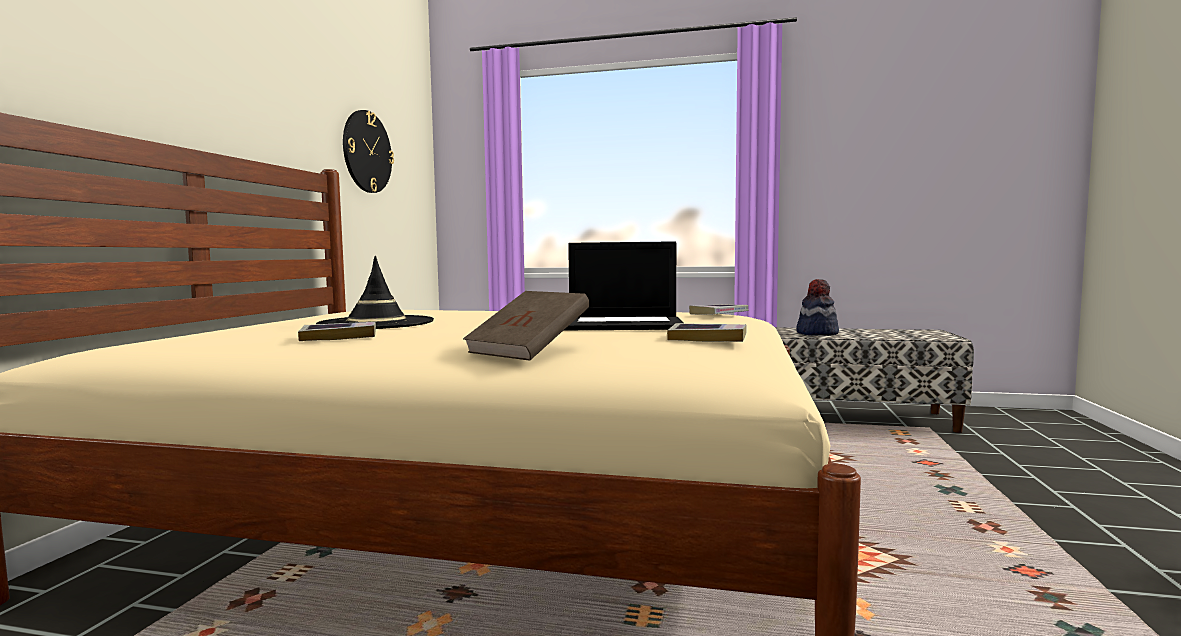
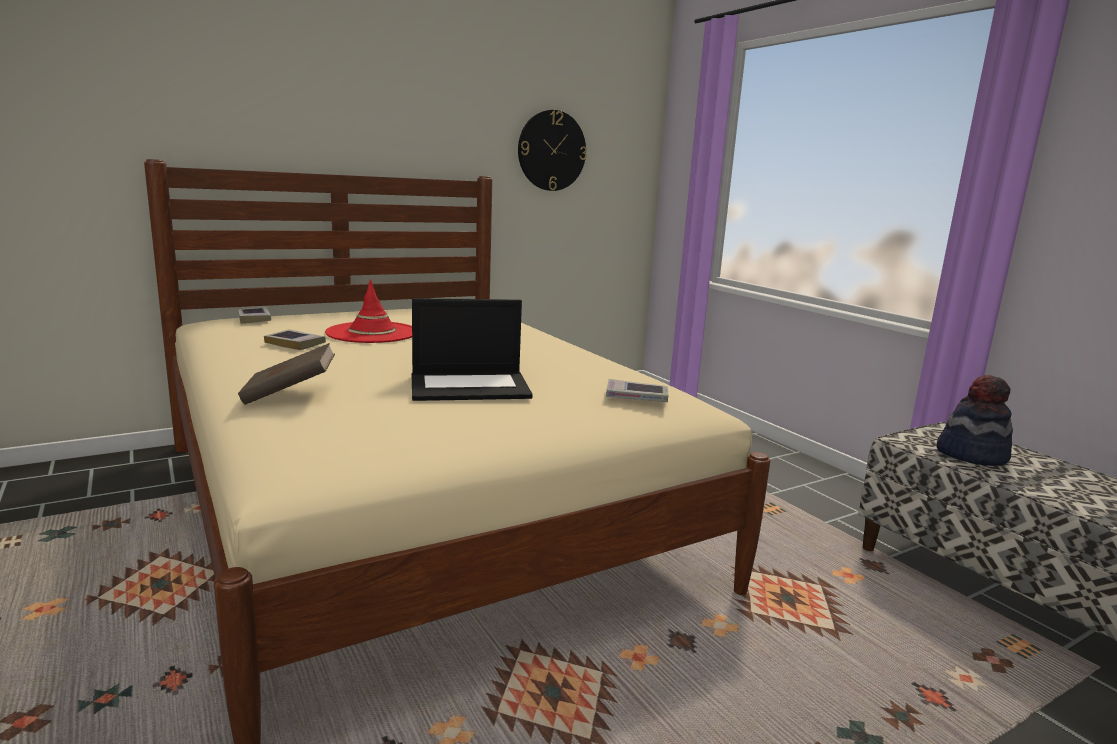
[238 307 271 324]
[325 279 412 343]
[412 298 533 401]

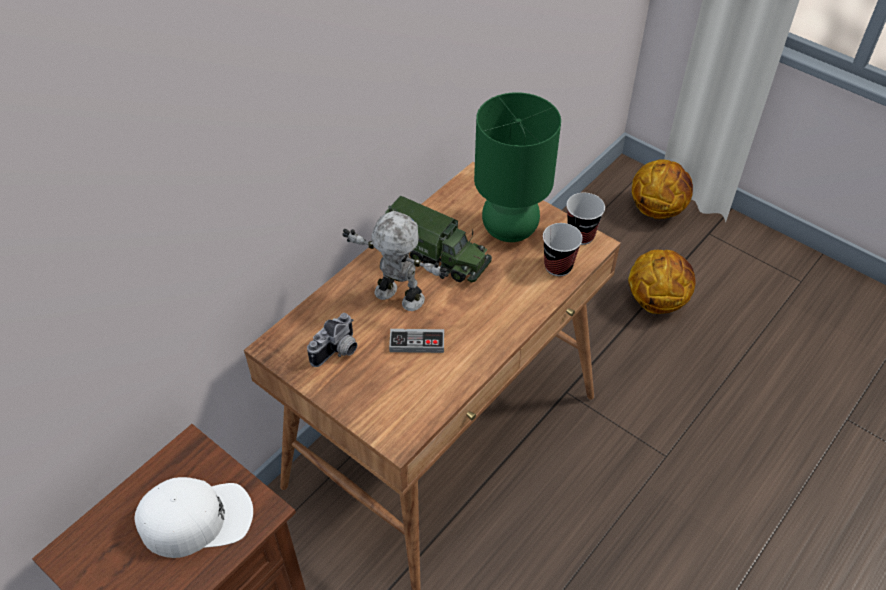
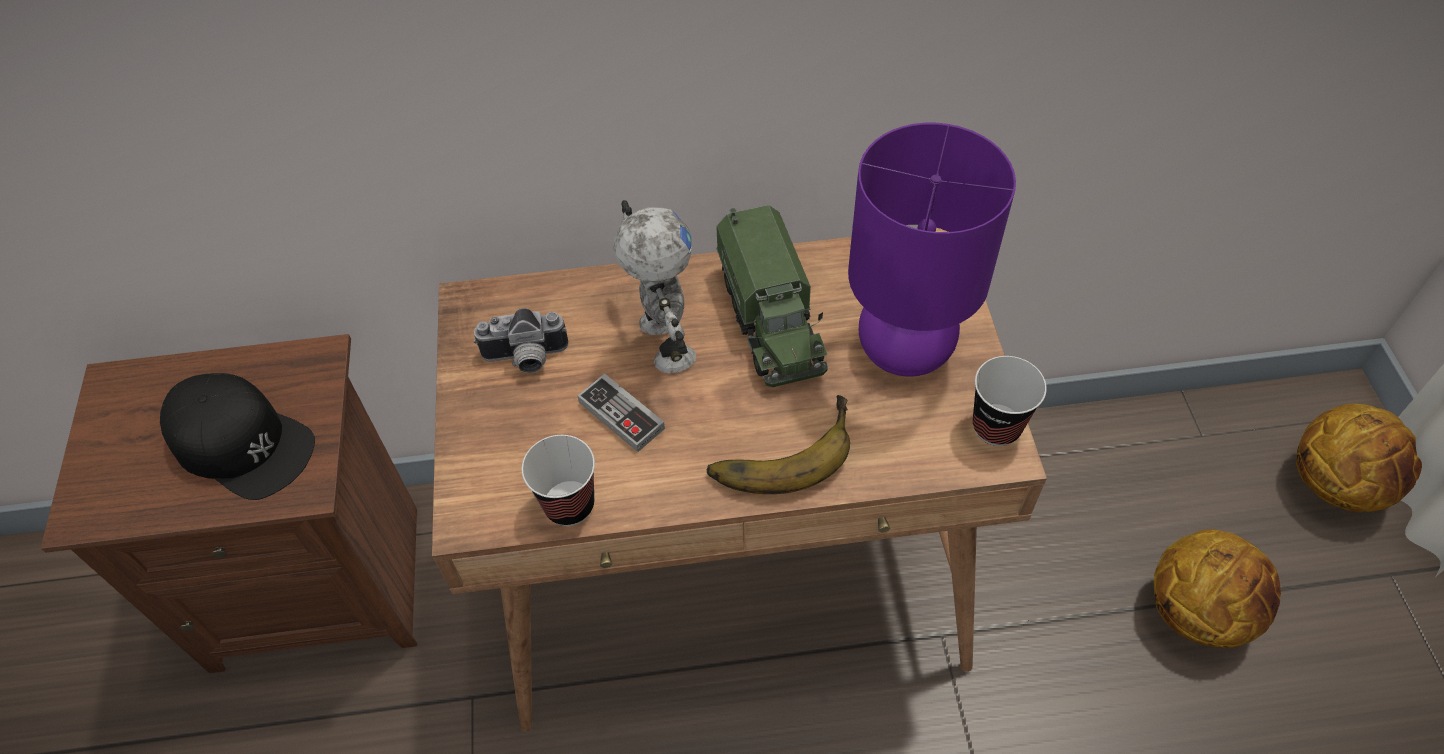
[707 395 850 494]
[521 435 595 526]
[160 373 315 500]
[848 123 1016 377]

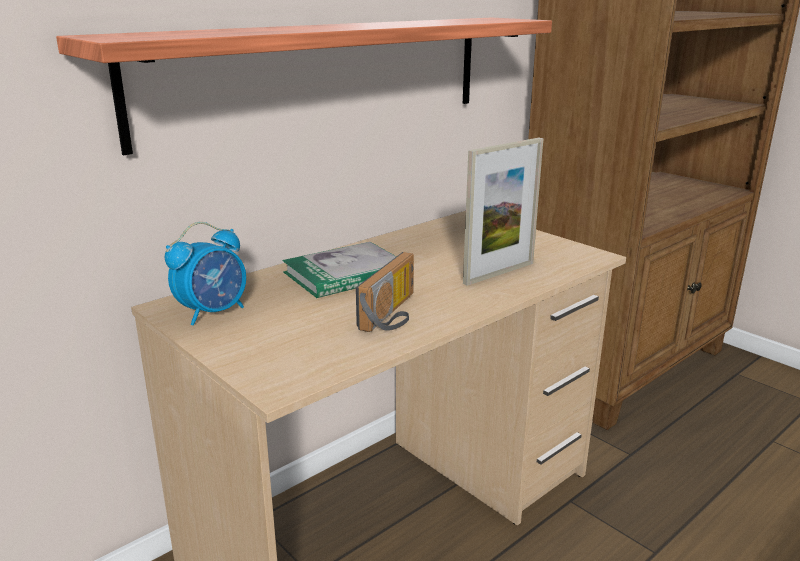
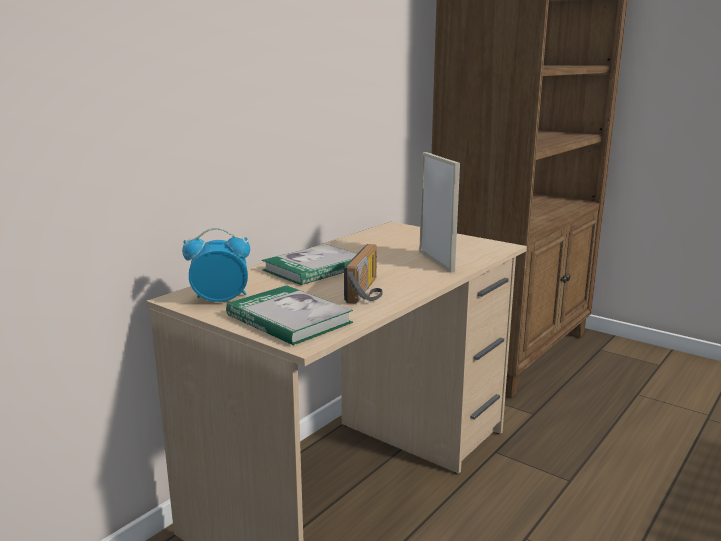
[56 18 552 155] (first image)
[226 285 353 346]
[182 227 250 302]
[419 152 460 273]

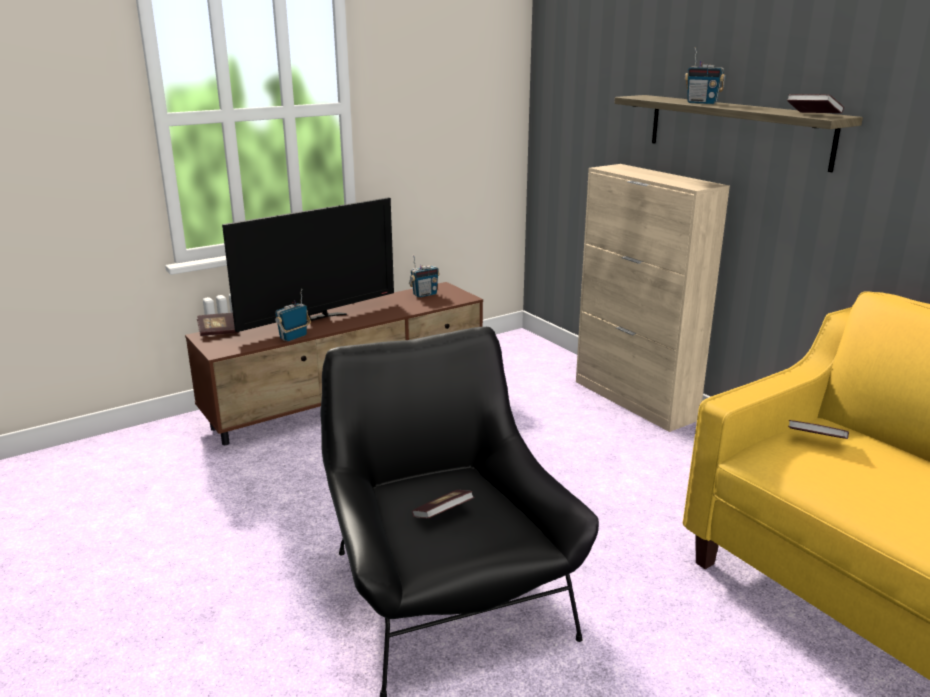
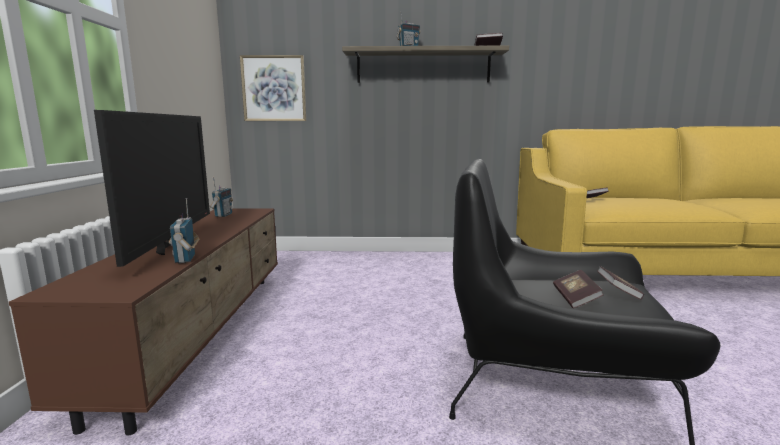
[576 164 730 432] (first image)
[240 55 306 121]
[597 266 644 300]

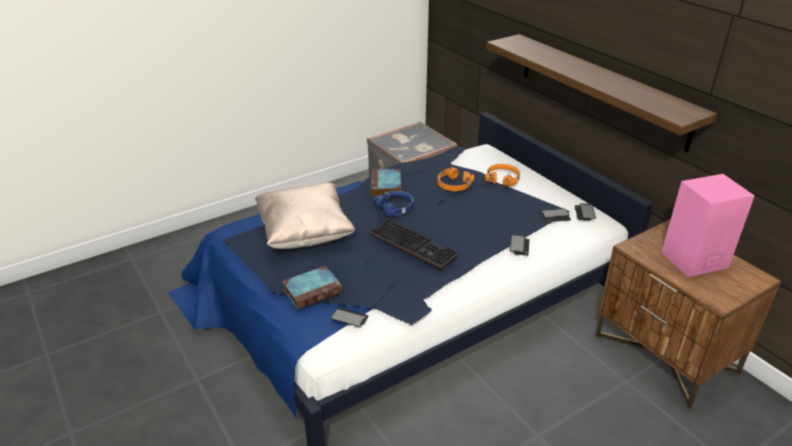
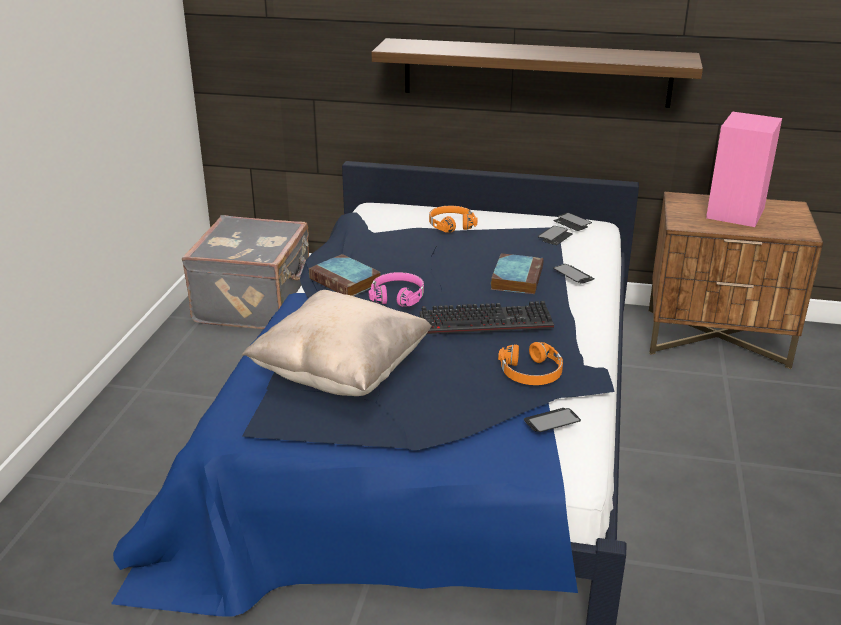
[491 253 544 294]
[498 342 563 385]
[369 272 424 307]

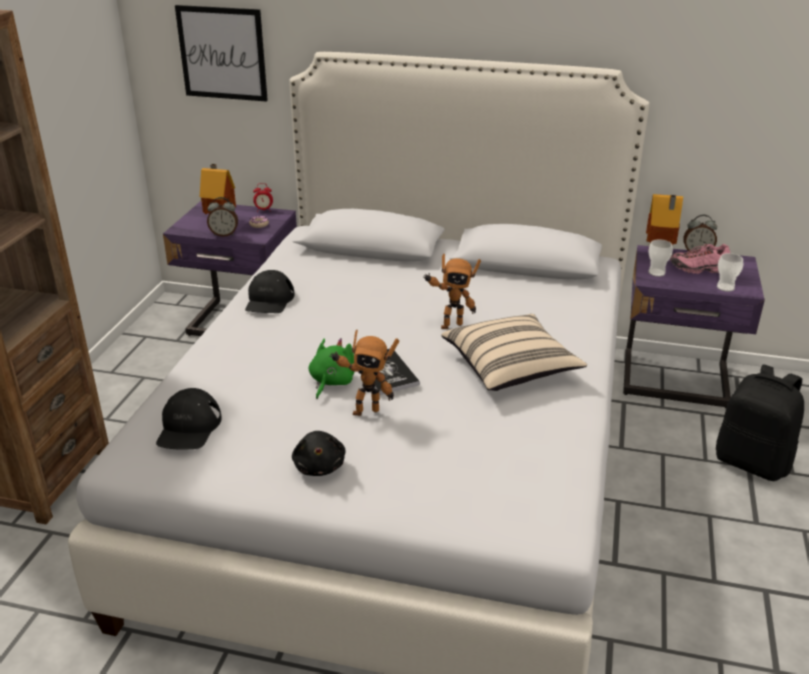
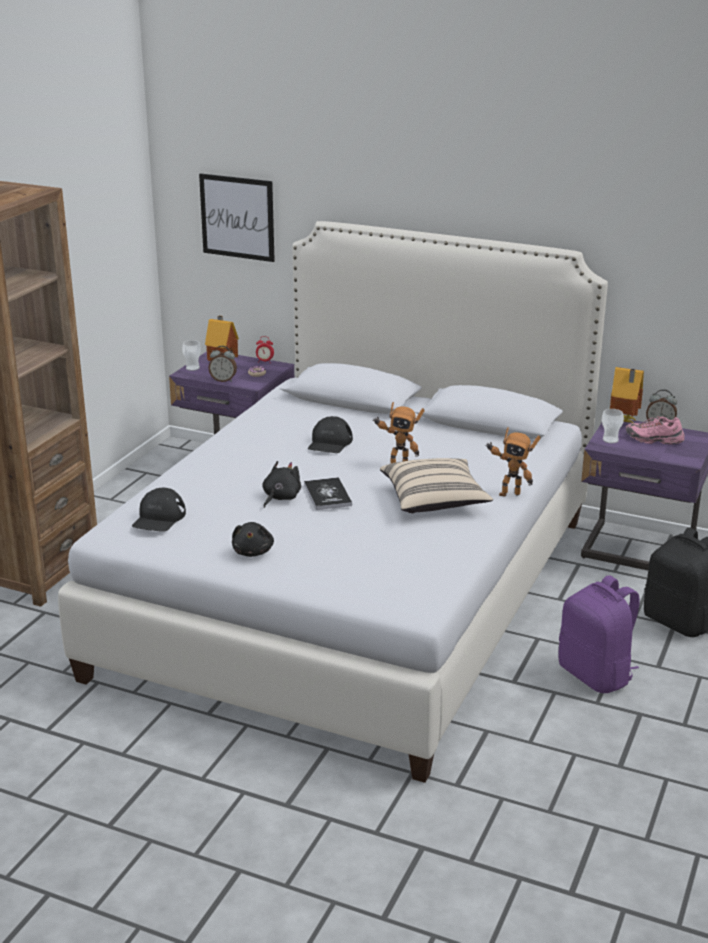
[558 575 640 693]
[308 416 353 453]
[485 427 541 497]
[182 340 201 371]
[262 461 301 508]

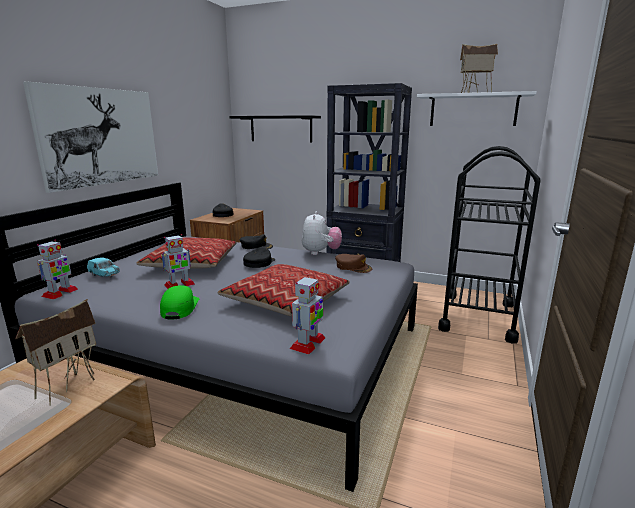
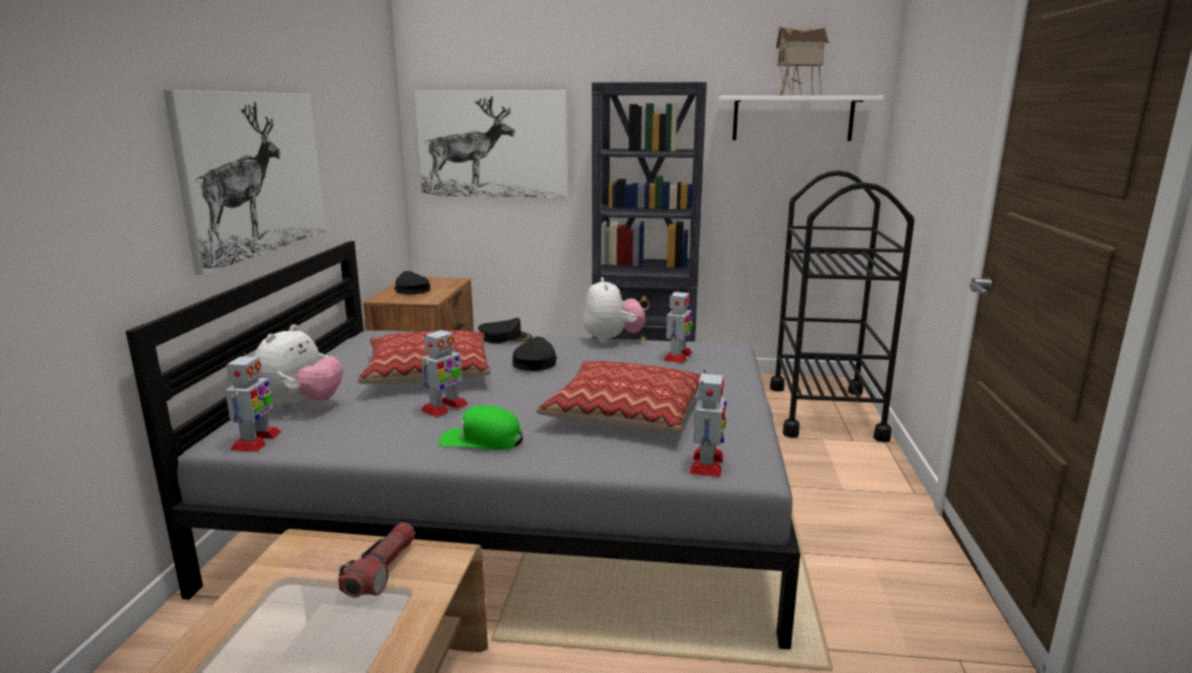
[338 522 416 598]
[254 324 343 410]
[414 90 568 198]
[663 289 693 363]
[439 406 523 450]

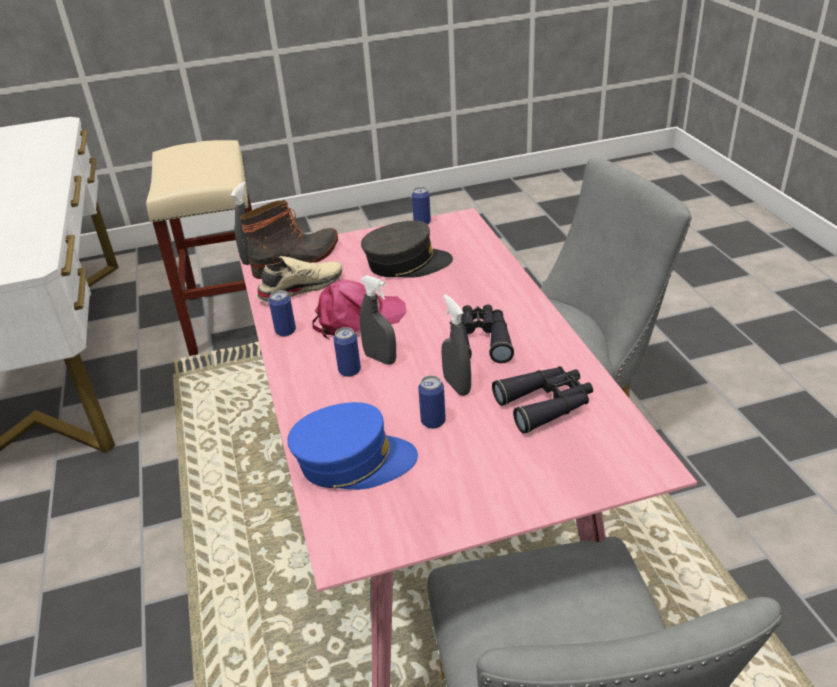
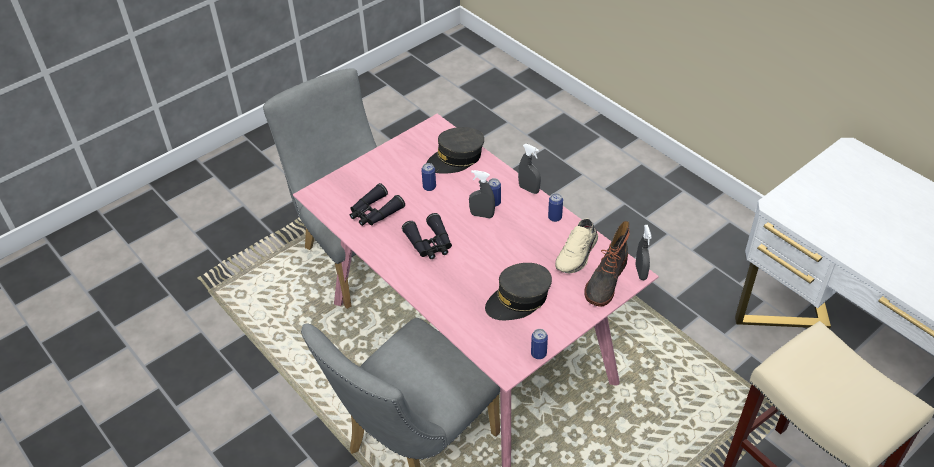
[312 279 406 339] (first image)
[518 144 541 194]
[426 127 484 174]

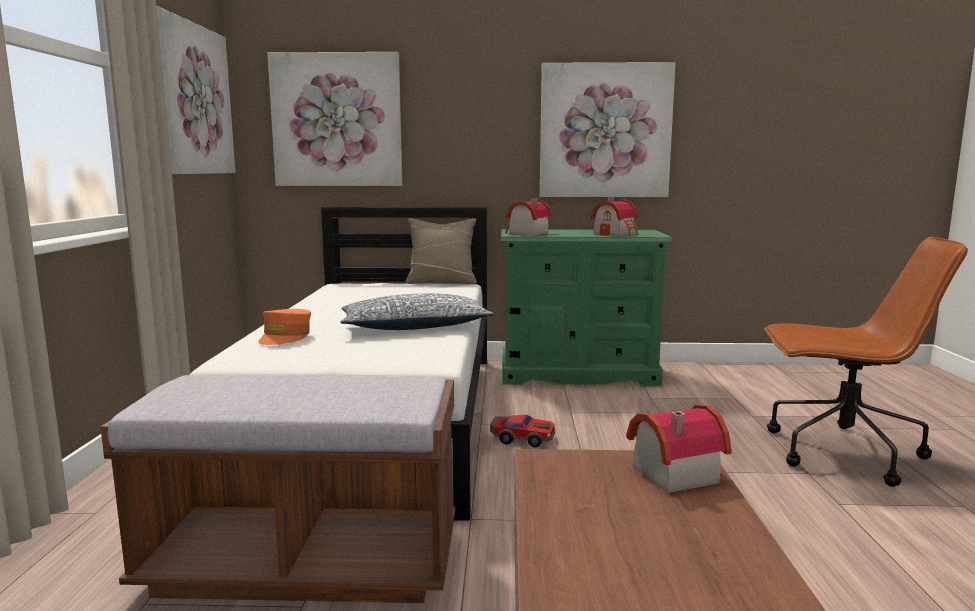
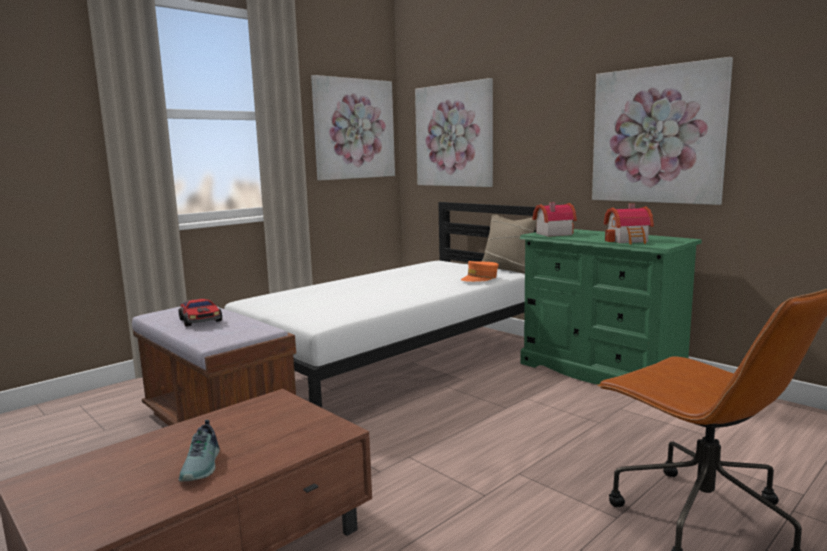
[340 293 494 330] (first image)
[626 405 732 493] (first image)
[179 420 220 482]
[461 261 499 282]
[179 298 222 327]

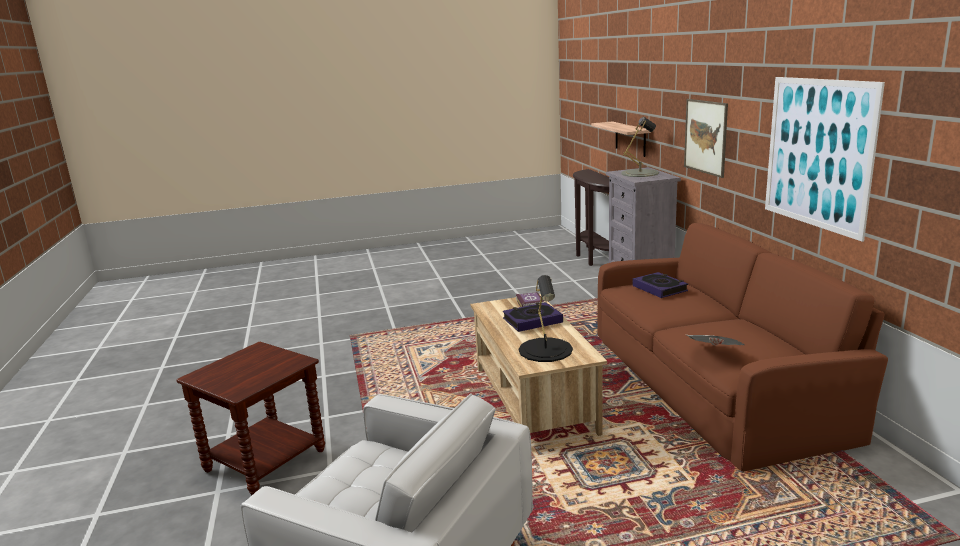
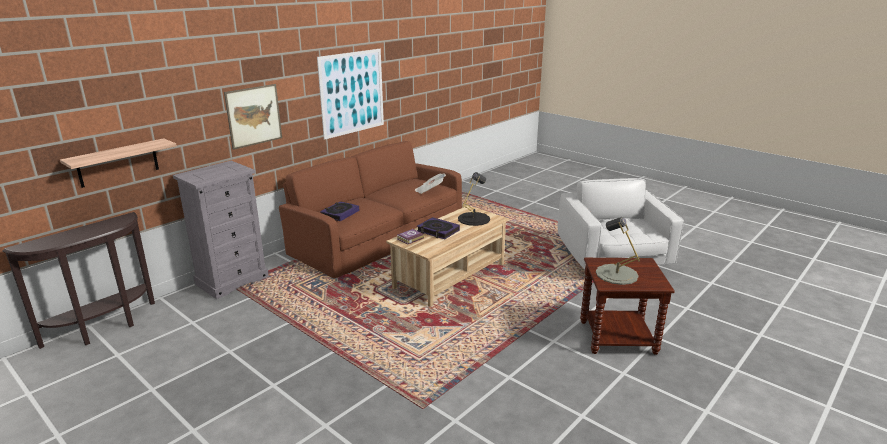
[596 217 640 285]

